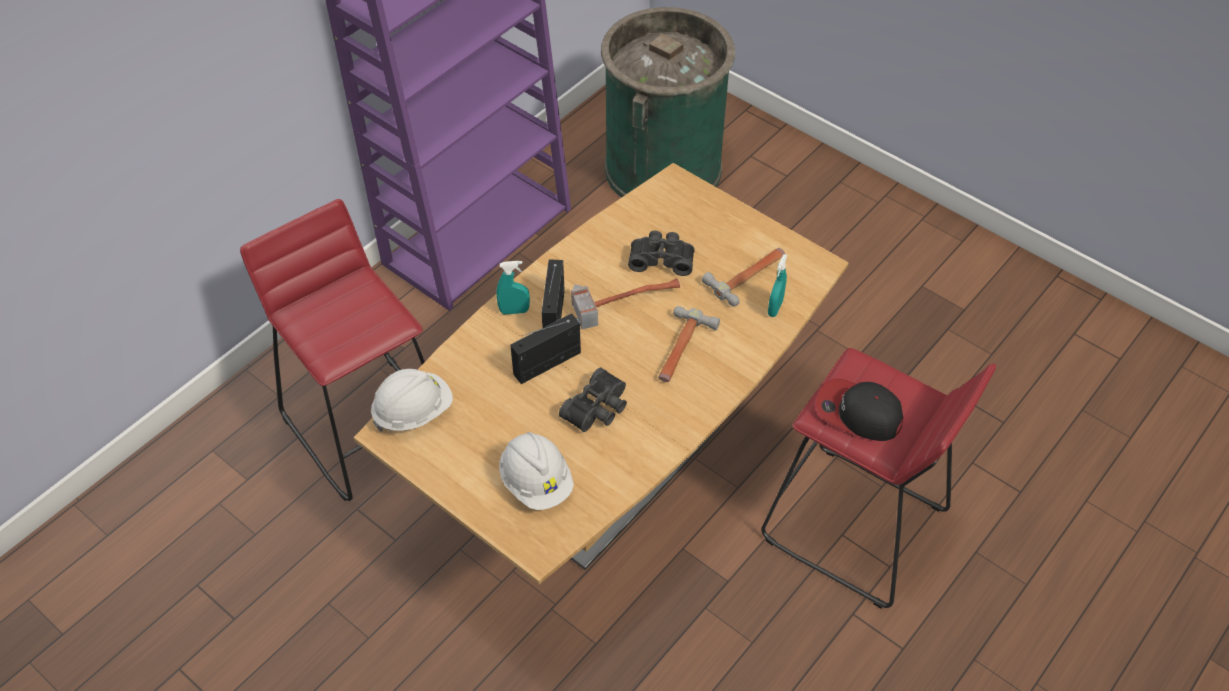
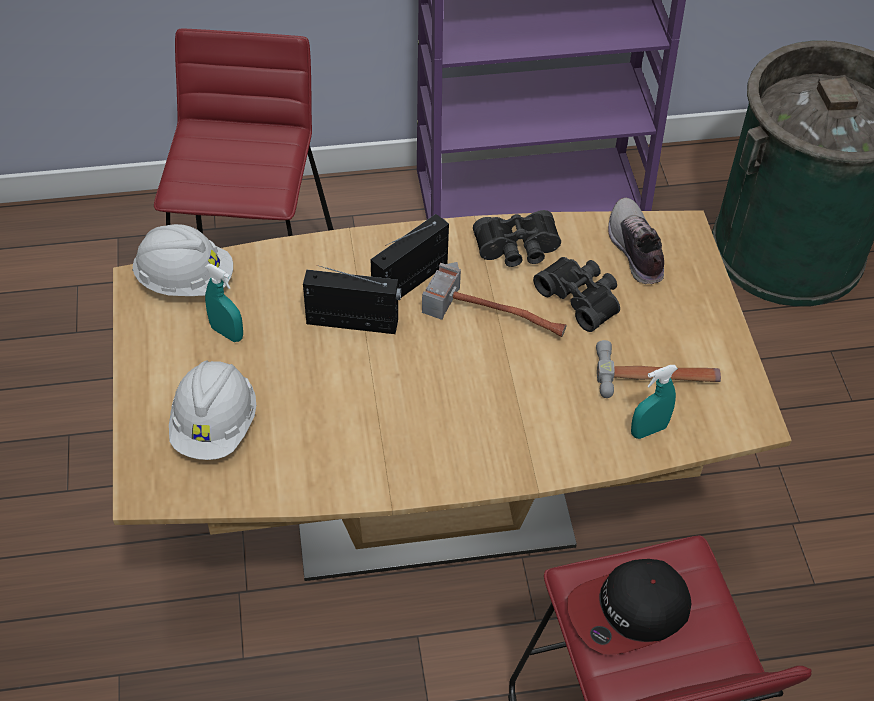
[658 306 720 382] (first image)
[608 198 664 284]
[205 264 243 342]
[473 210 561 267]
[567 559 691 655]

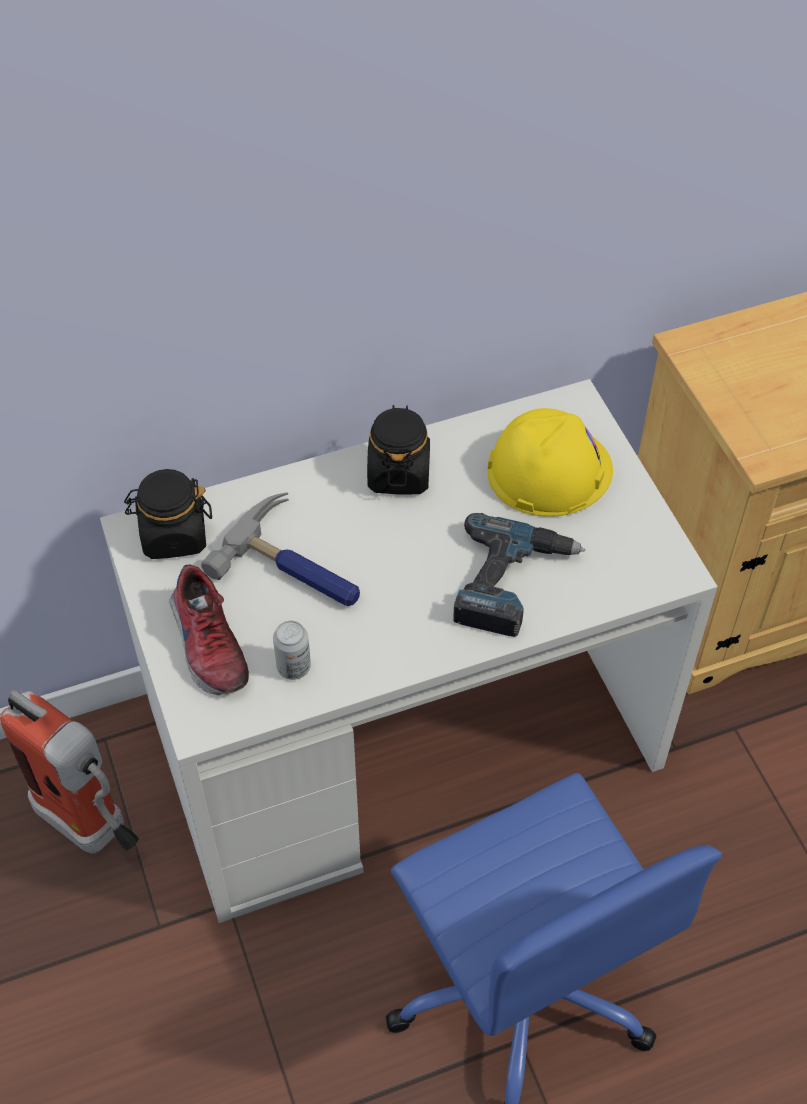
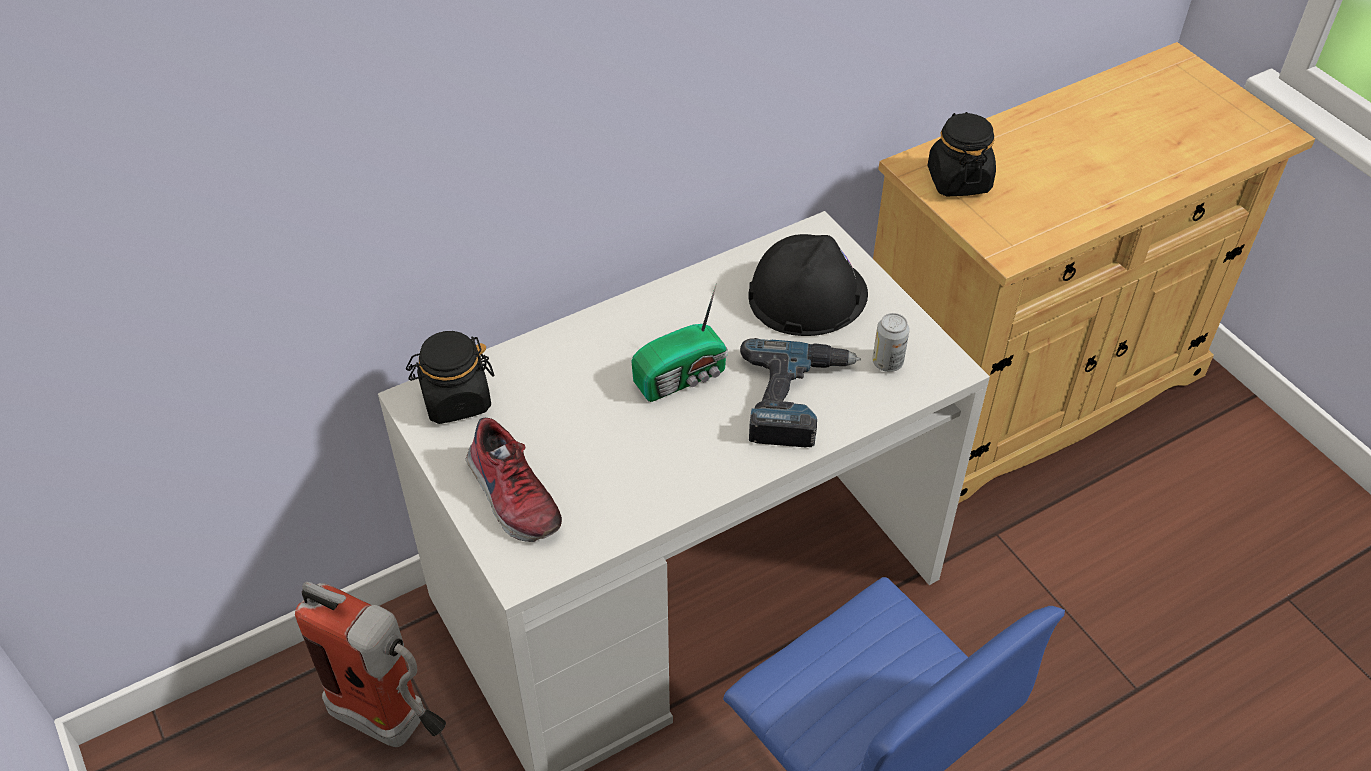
[201 492 360 606] (first image)
[631 283 728 402]
[872 313 910 372]
[928 112 996 196]
[748 234 868 336]

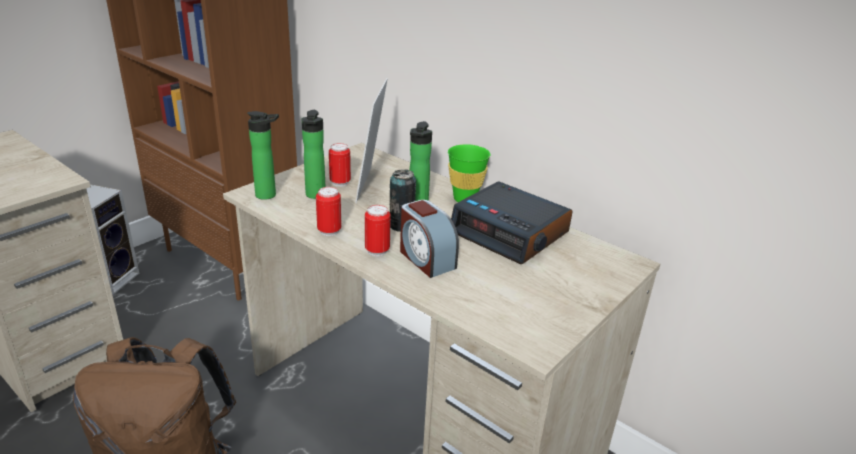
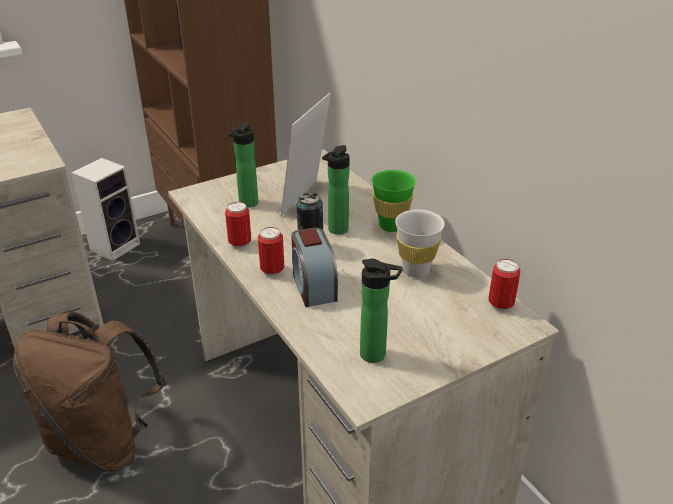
[360 259 403 363]
[488 259 521 311]
[395 210 445 278]

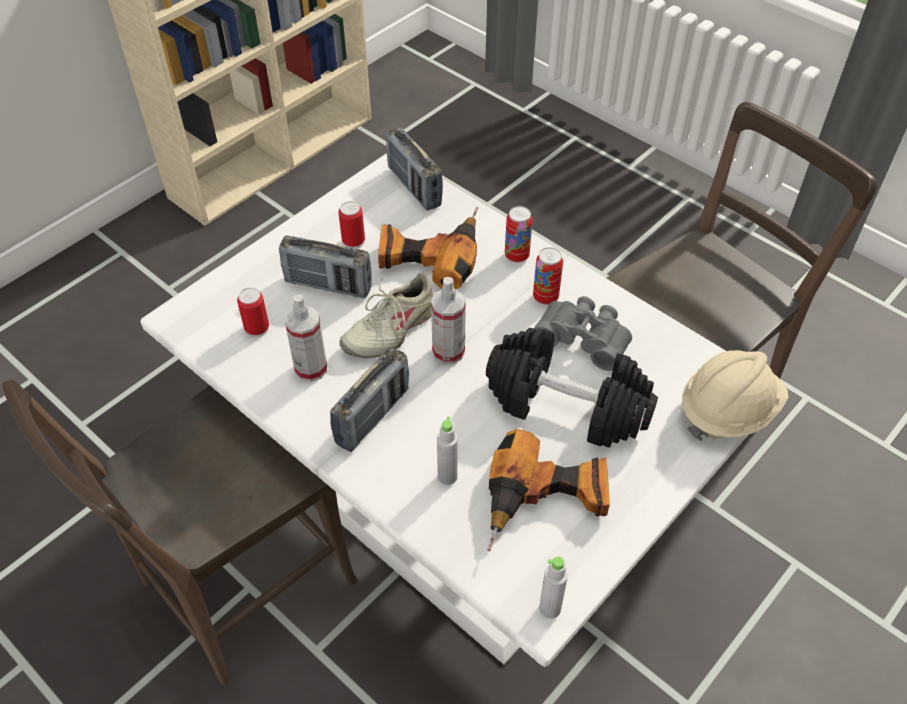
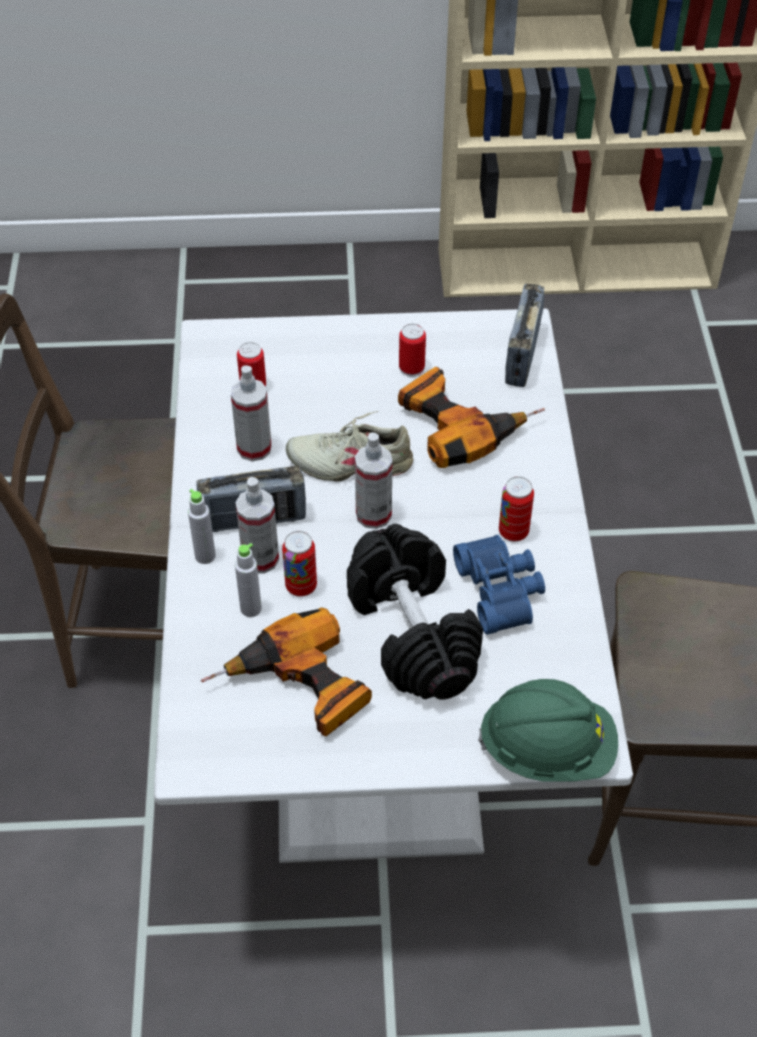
[279 235 372 298] (first image)
[235 477 279 573]
[282 531 317 597]
[188 489 216 564]
[453 535 545 635]
[478 679 618 782]

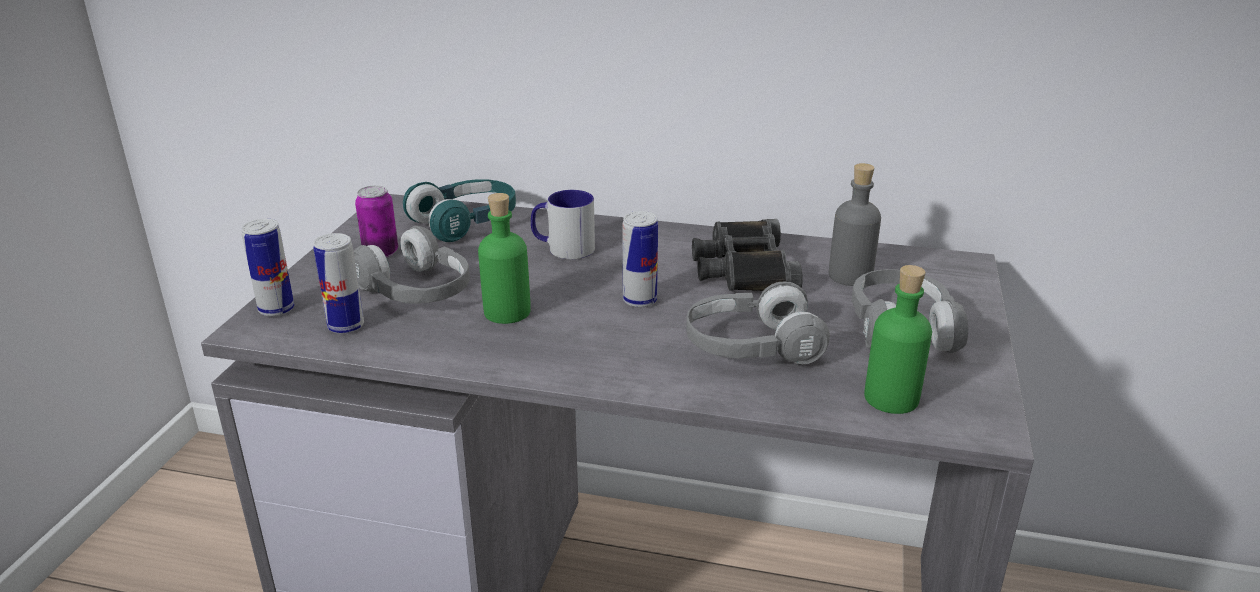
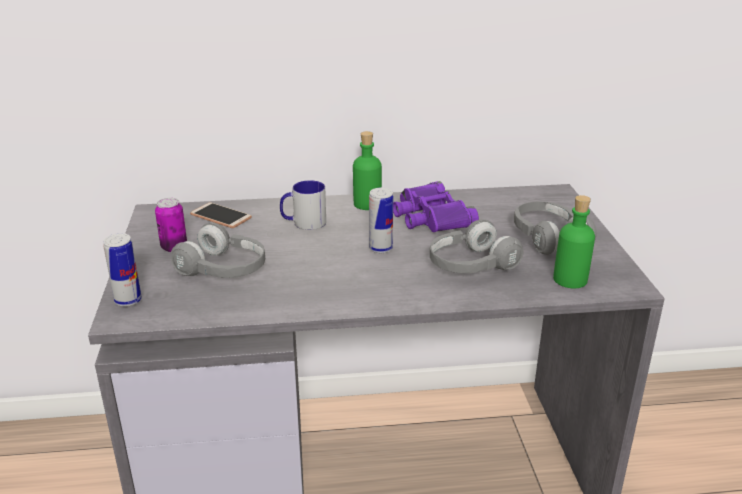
[313 233 364 334] (first image)
[829 163 881 286] (first image)
[353 131 382 210]
[190 202 252 228]
[393 181 479 232]

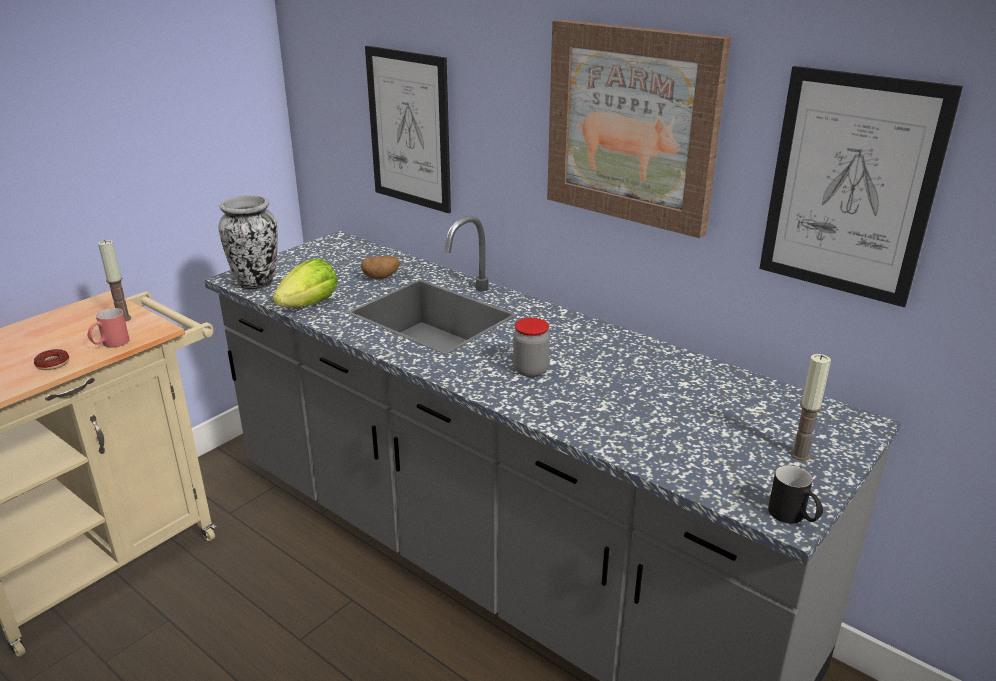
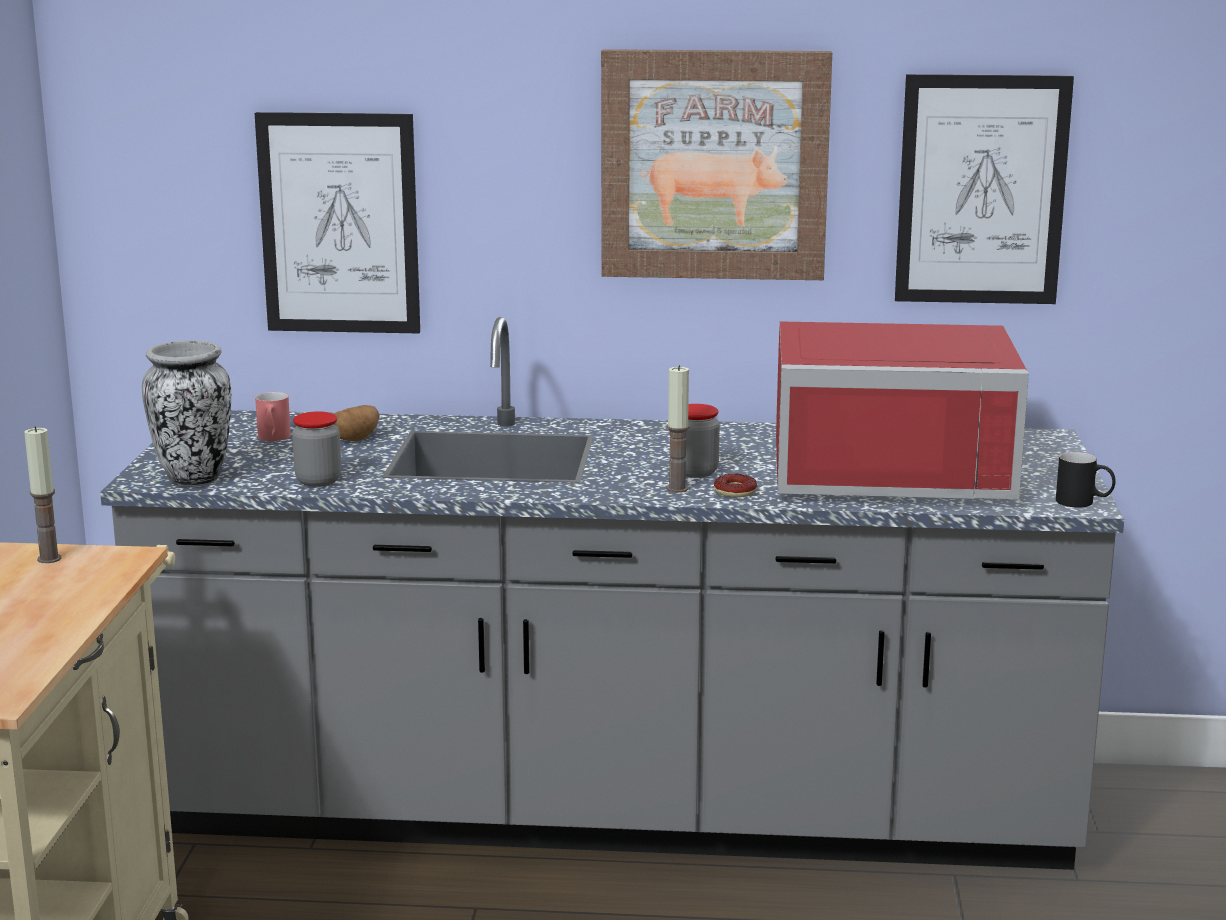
[776 321 1029 500]
[714 474 757 497]
[255 392 291 441]
[667 365 689 493]
[292 411 341 487]

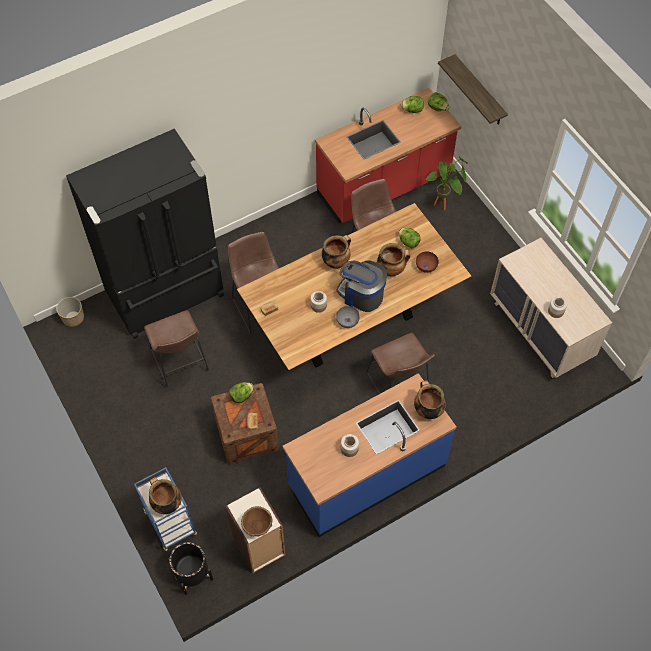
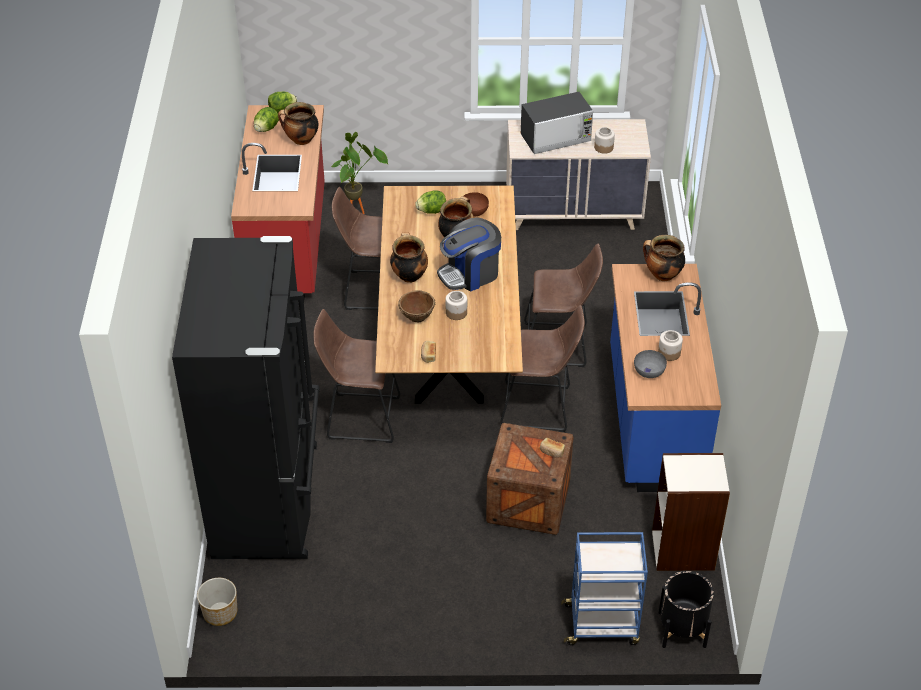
[229 382 254 403] (first image)
[438 54 508 125] (first image)
[521 92 593 154]
[500 305 585 432]
[278 102 319 145]
[398 290 436 323]
[634 350 667 378]

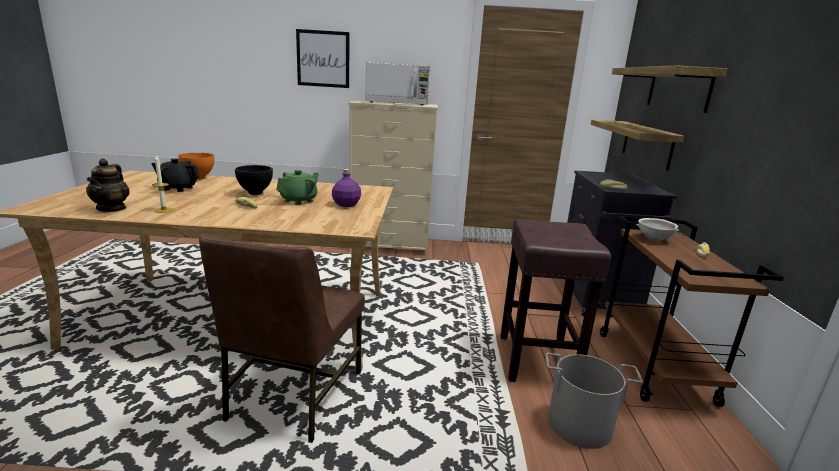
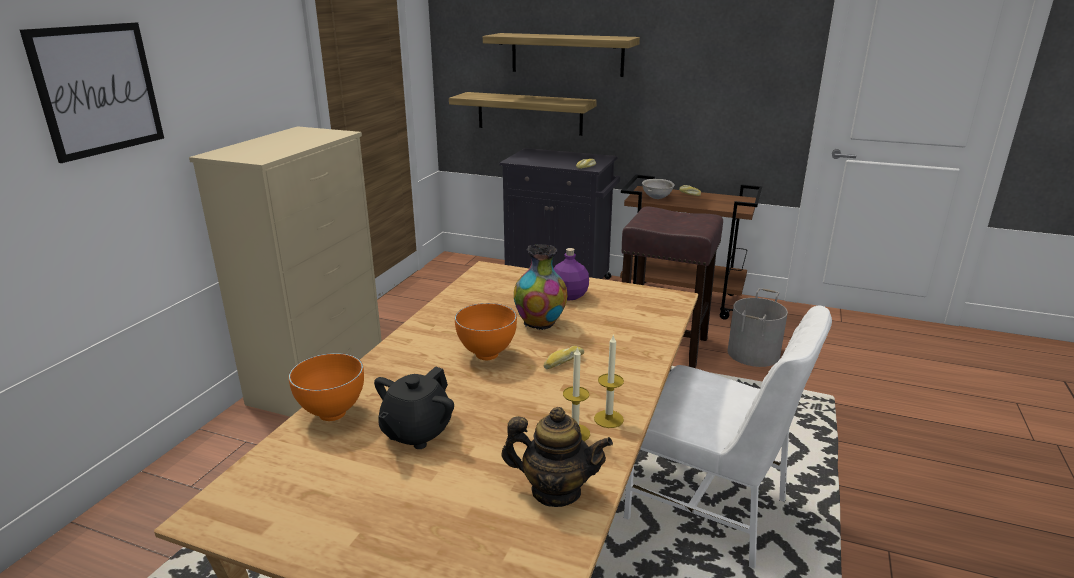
[365 62 430 106] (first image)
[594 334 624 428]
[514 244 567 330]
[624 306 832 569]
[455 303 517 360]

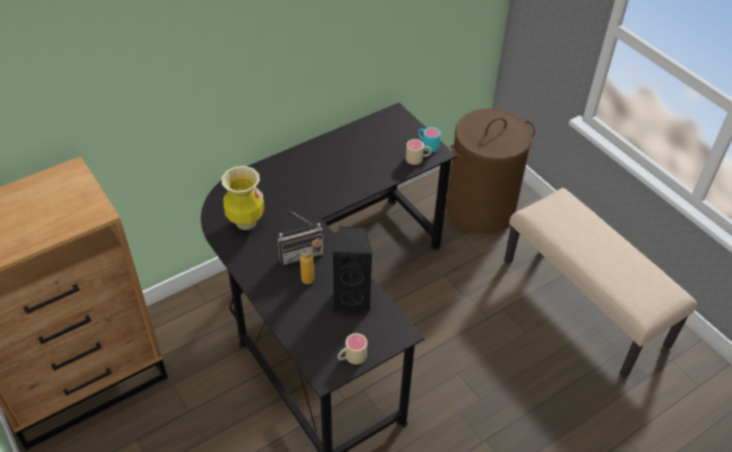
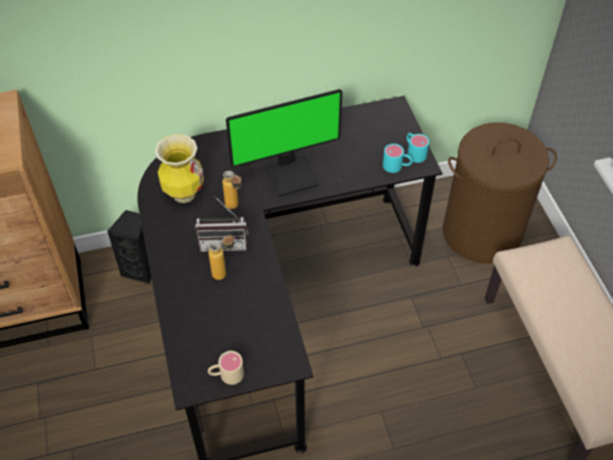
[222 171 242 209]
[226 89 342 197]
[107 210 151 284]
[383 144 413 173]

